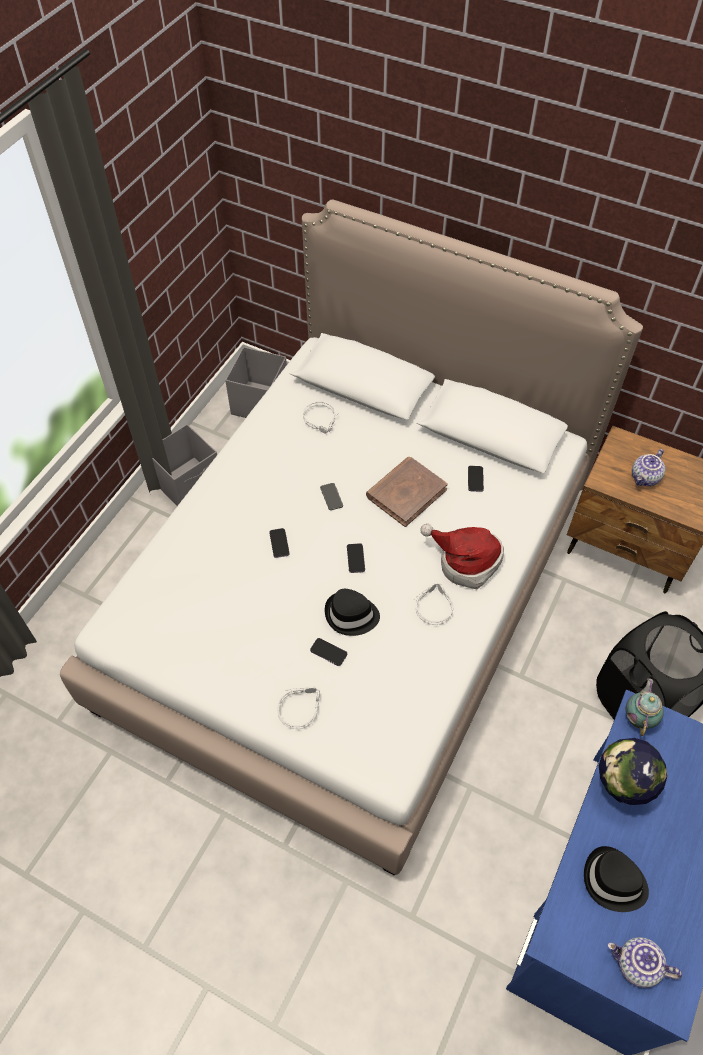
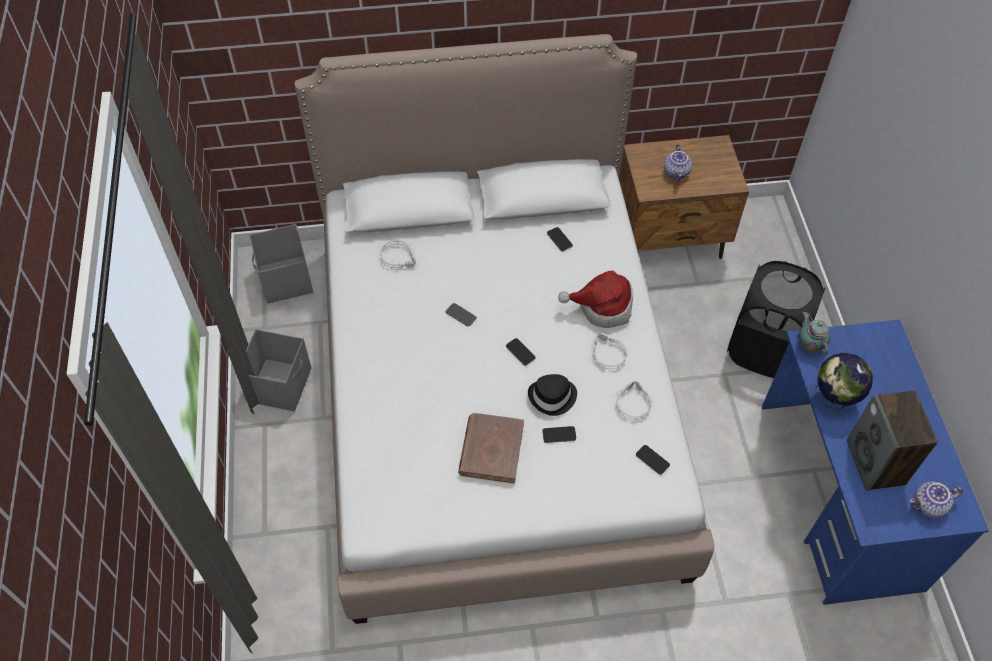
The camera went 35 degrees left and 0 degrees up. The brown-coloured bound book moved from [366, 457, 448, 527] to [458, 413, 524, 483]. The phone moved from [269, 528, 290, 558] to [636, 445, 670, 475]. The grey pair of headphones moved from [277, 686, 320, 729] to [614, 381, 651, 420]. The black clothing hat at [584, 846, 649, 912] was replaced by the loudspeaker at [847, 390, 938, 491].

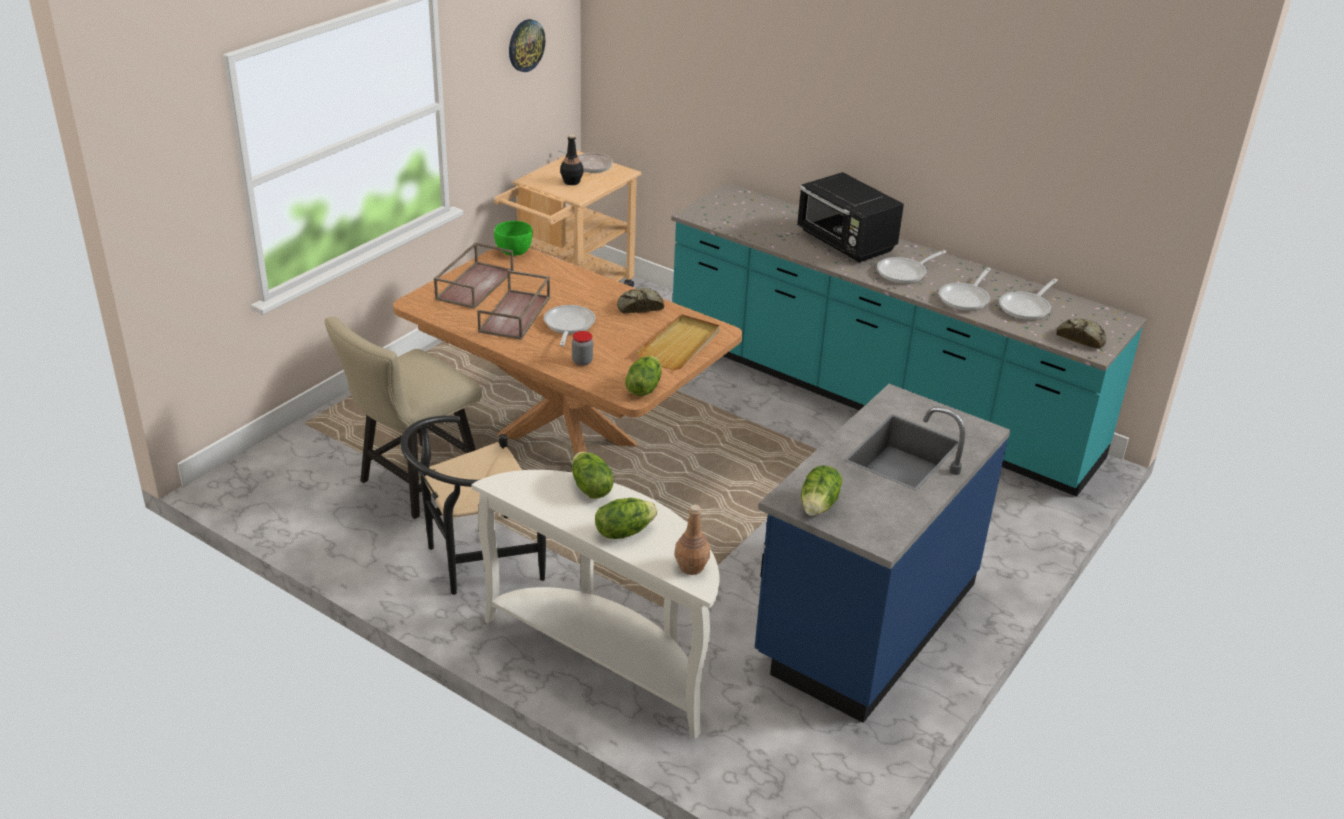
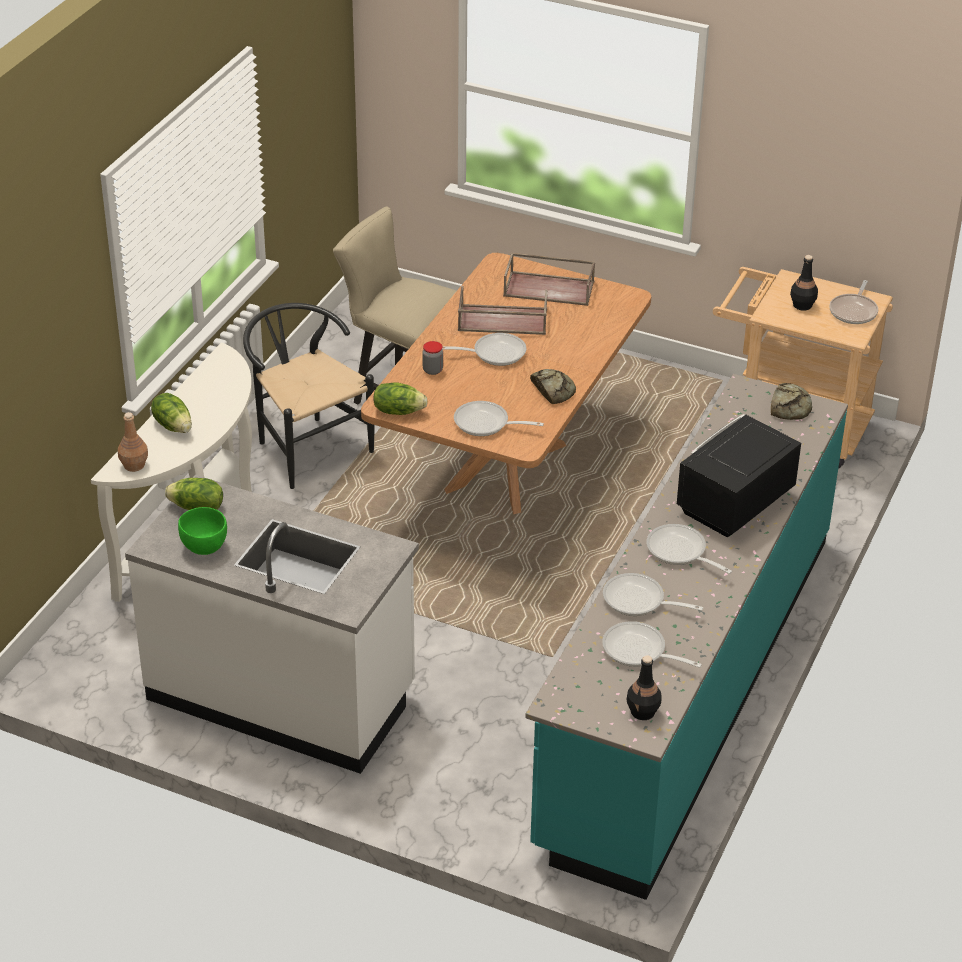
The camera went 80 degrees right and 5 degrees up. The clock on the wall at [509, 19, 545, 72] disappeared. The greenish serving bowl moved from [494, 221, 533, 256] to [178, 507, 227, 555]. The sand-coloured tray at [637, 314, 720, 370] was replaced by the pan at [454, 401, 544, 436]. The baked bread moved from [1056, 319, 1106, 349] to [771, 383, 812, 420]. The blue-coloured kitchen counter at [755, 384, 1010, 723] became the whitish kitchen counter at [125, 475, 419, 774]. The lettuce at [572, 452, 613, 499] disappeared. The black beverage bottle at [626, 655, 662, 720] appeared.

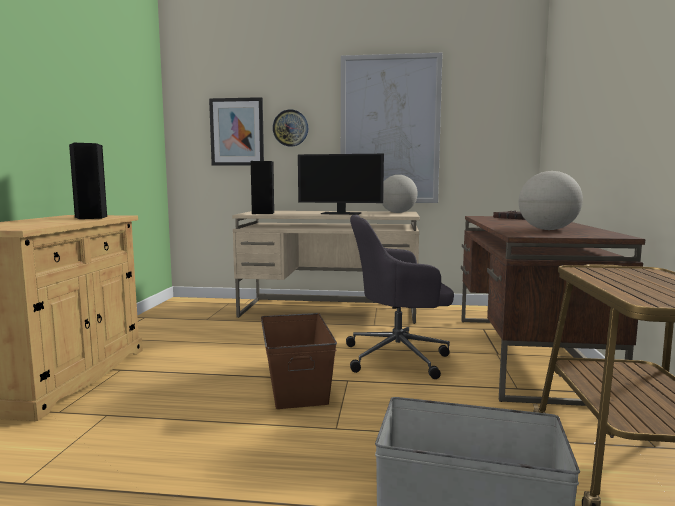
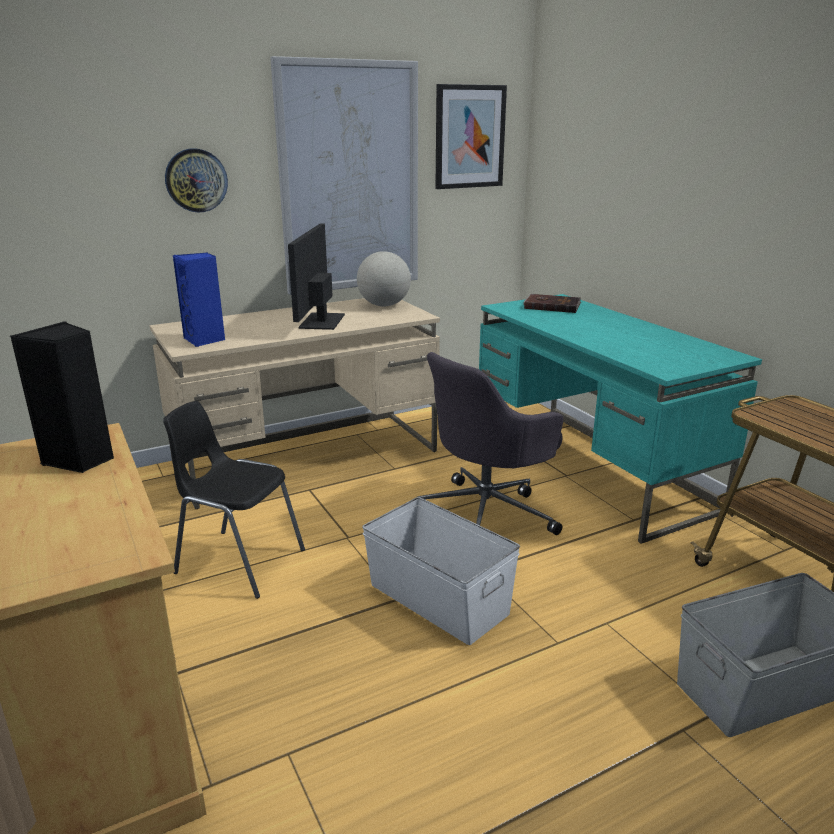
The camera went 35 degrees left and 15 degrees up. The wall art moved from [209, 97, 264, 166] to [435, 84, 507, 189]. The computer display at [298, 154, 384, 215] turned 120 degrees clockwise. The black loudspeaker at [251, 161, 274, 214] became the blue-coloured loudspeaker at [173, 253, 225, 347]. The desk globe at [519, 171, 583, 230] disappeared. The brown-coloured desk unit at [461, 216, 645, 406] became the turquoise desk unit at [479, 294, 762, 544]. The brown-coloured storage container at [261, 313, 337, 409] became the whitish storage container at [362, 497, 520, 645]. The black chair at [163, 401, 305, 599] appeared.

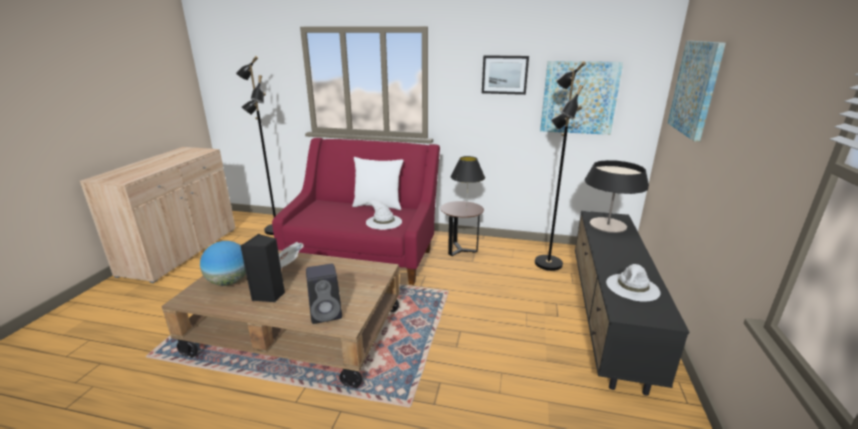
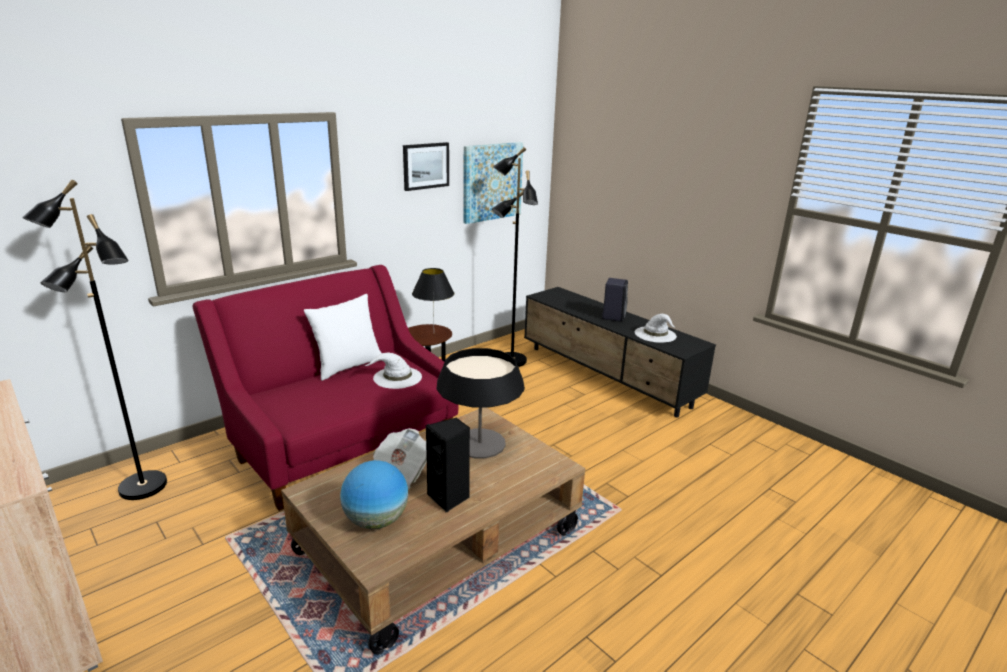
The camera went 55 degrees left and 0 degrees up. The wall art at [668, 41, 726, 142] disappeared. The tabletop lamp moved from [584, 160, 649, 233] to [437, 348, 525, 458]. The black loudspeaker moved from [306, 264, 342, 324] to [602, 278, 628, 322].

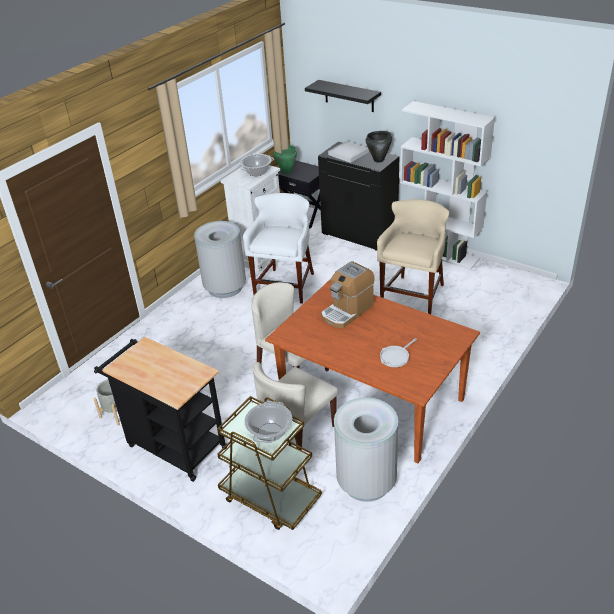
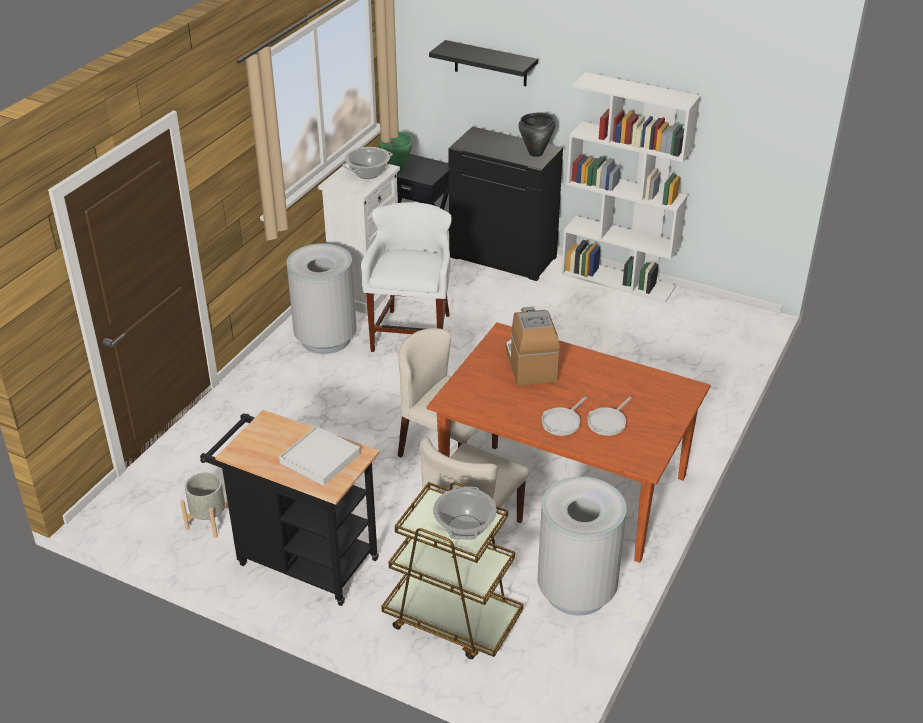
The camera went 10 degrees left and 0 degrees up. The whitish tray moved from [328, 141, 369, 163] to [279, 426, 360, 486]. The sand-coloured stool seat at [377, 199, 449, 314] disappeared. The coffee maker at [321, 261, 375, 328] turned 135 degrees clockwise. The pan at [542, 396, 587, 436] appeared.

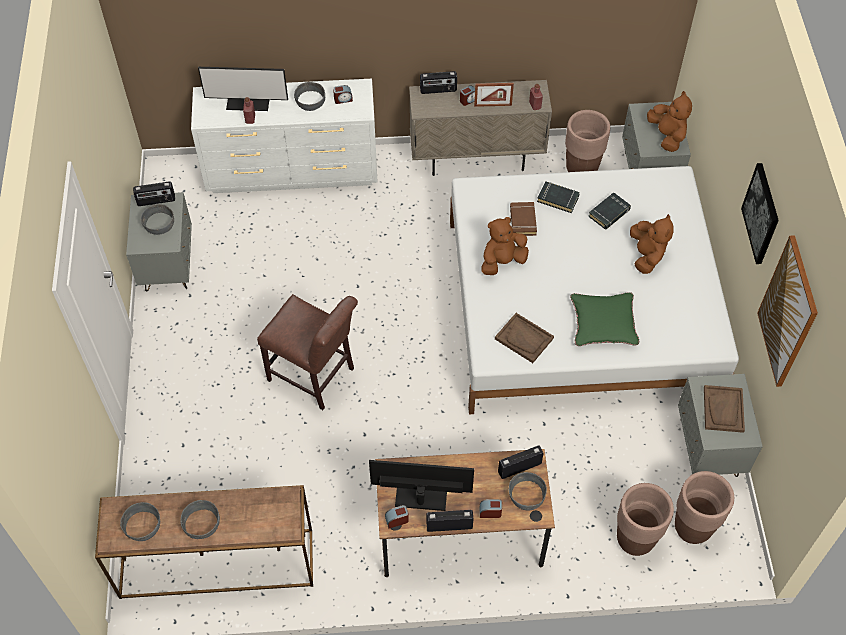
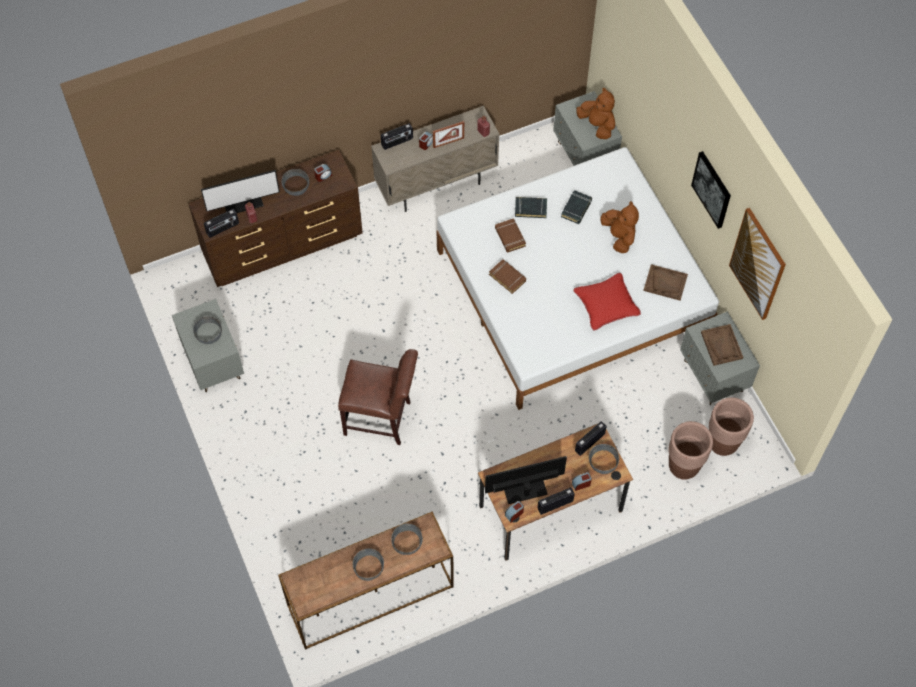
The camera went 20 degrees left and 5 degrees up. The whitish chest of drawers at [191, 79, 378, 193] became the brown-coloured chest of drawers at [188, 150, 363, 287]. The brown-coloured planter at [565, 110, 610, 172] disappeared. The radio set moved from [133, 181, 175, 206] to [204, 209, 239, 238]. The brown-coloured plush toy at [481, 217, 529, 275] was replaced by the brown-coloured bound book at [489, 259, 526, 294]. The greenish throw pillow at [570, 292, 639, 346] became the red-coloured throw pillow at [574, 273, 641, 330]. The brown-coloured tray moved from [495, 313, 554, 363] to [643, 264, 688, 301]. The grey serving bowl moved from [120, 502, 160, 541] to [391, 523, 423, 555].

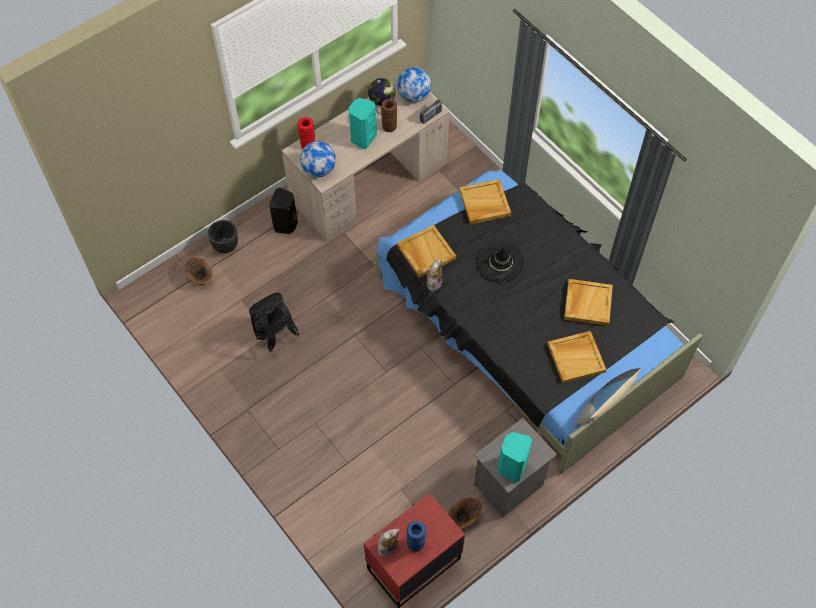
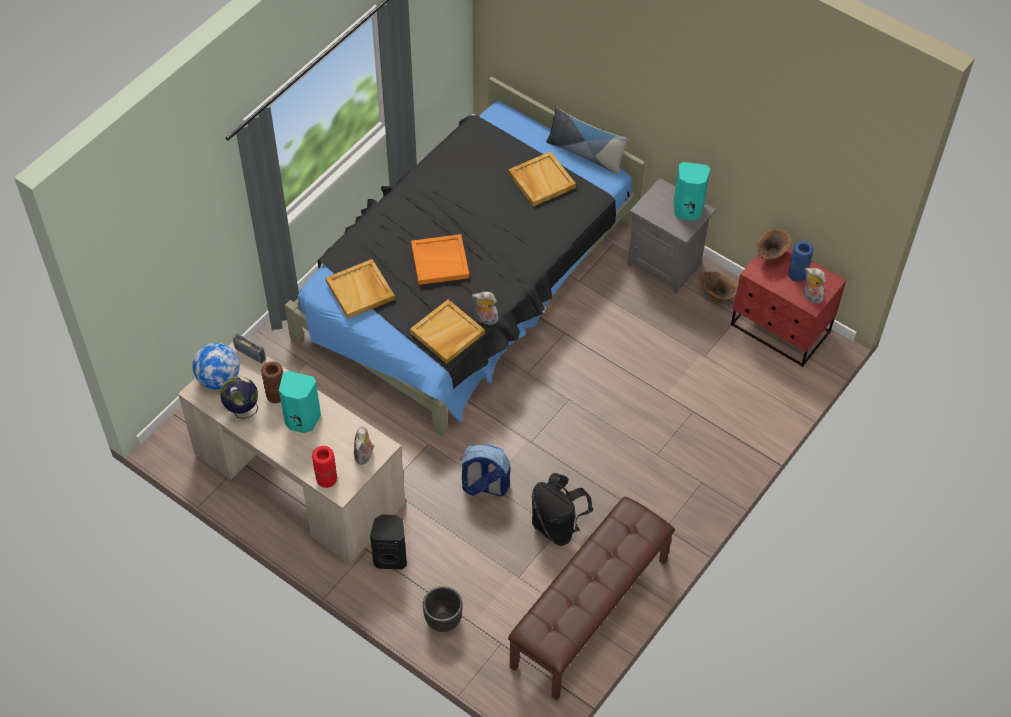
The camera went 105 degrees left and 5 degrees down. The desk globe at [300, 141, 336, 177] was replaced by the plush toy at [354, 426, 374, 465]. The black clothing hat at [478, 242, 524, 281] was replaced by the orange-coloured tray at [411, 234, 469, 285]. The brown-coloured flower vase moved from [184, 257, 213, 285] to [756, 229, 791, 261]. The sand-coloured tray at [564, 279, 613, 326] disappeared. The knapsack at [459, 444, 510, 496] appeared. The brown-coloured bench at [508, 497, 675, 701] appeared.

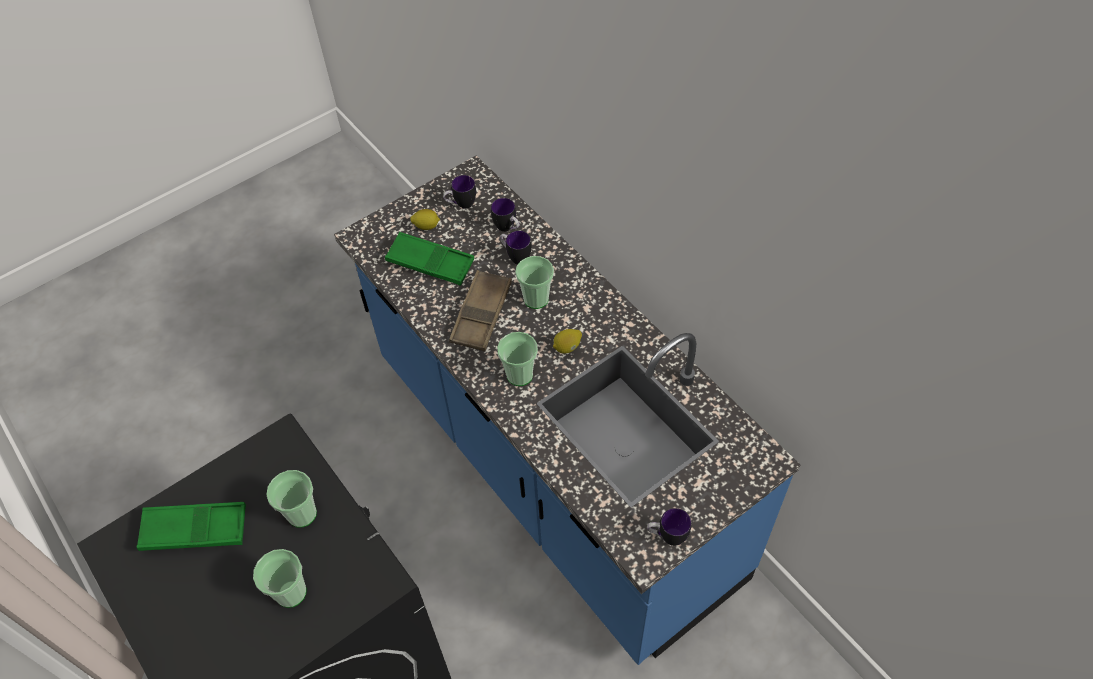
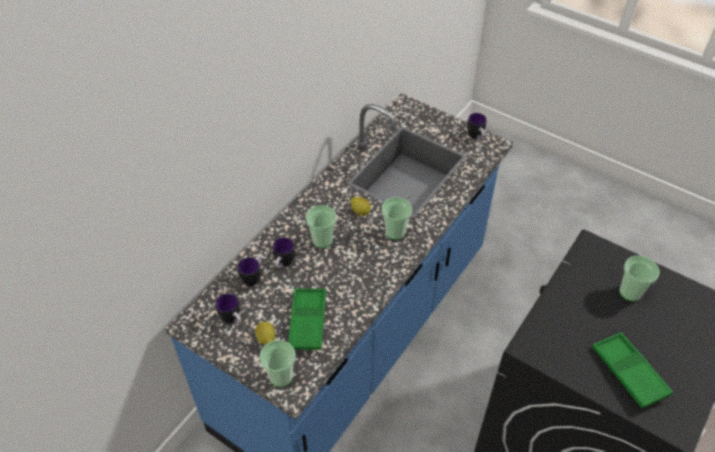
The camera went 110 degrees left and 5 degrees down. The brown-coloured tray at [449, 270, 512, 351] disappeared. The small cup moved from [266, 470, 317, 528] to [259, 340, 296, 387].

